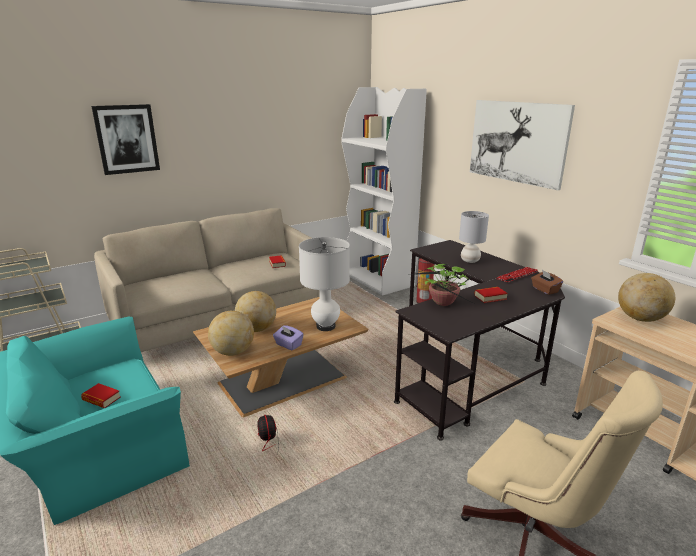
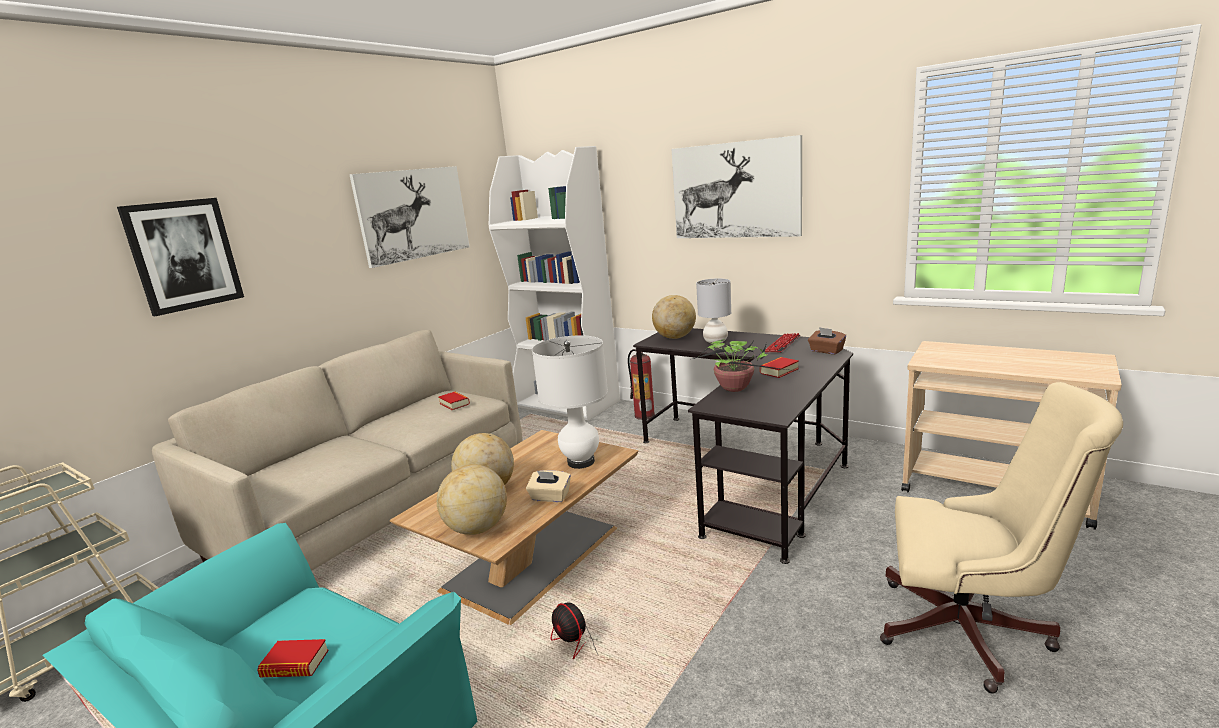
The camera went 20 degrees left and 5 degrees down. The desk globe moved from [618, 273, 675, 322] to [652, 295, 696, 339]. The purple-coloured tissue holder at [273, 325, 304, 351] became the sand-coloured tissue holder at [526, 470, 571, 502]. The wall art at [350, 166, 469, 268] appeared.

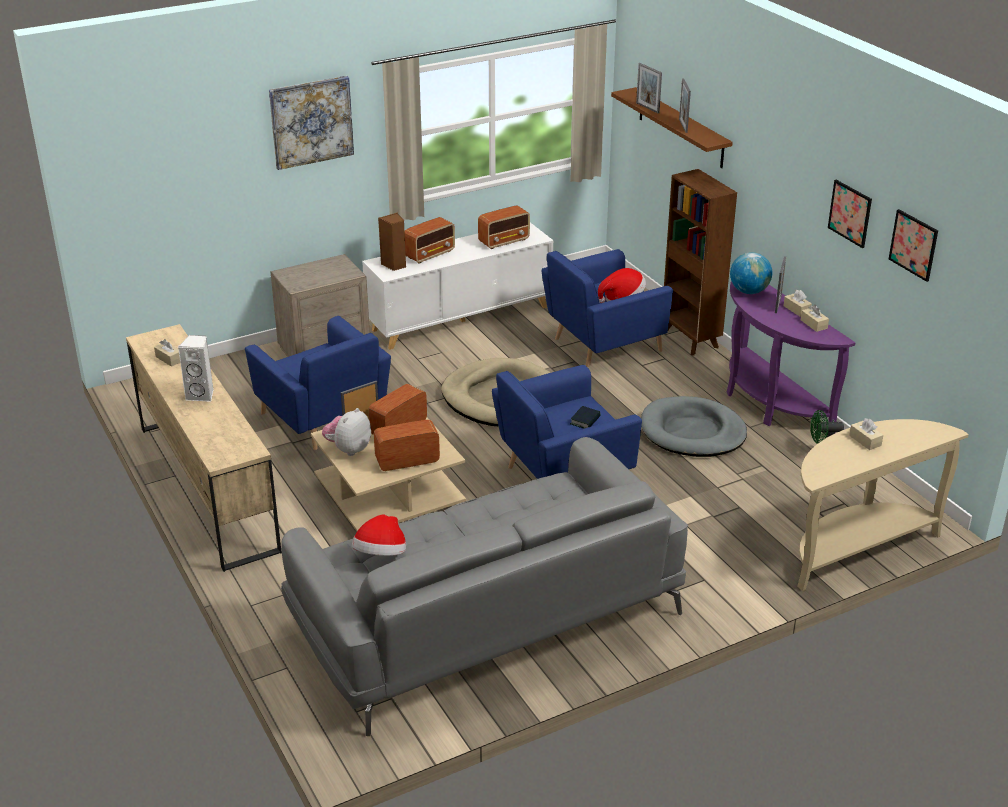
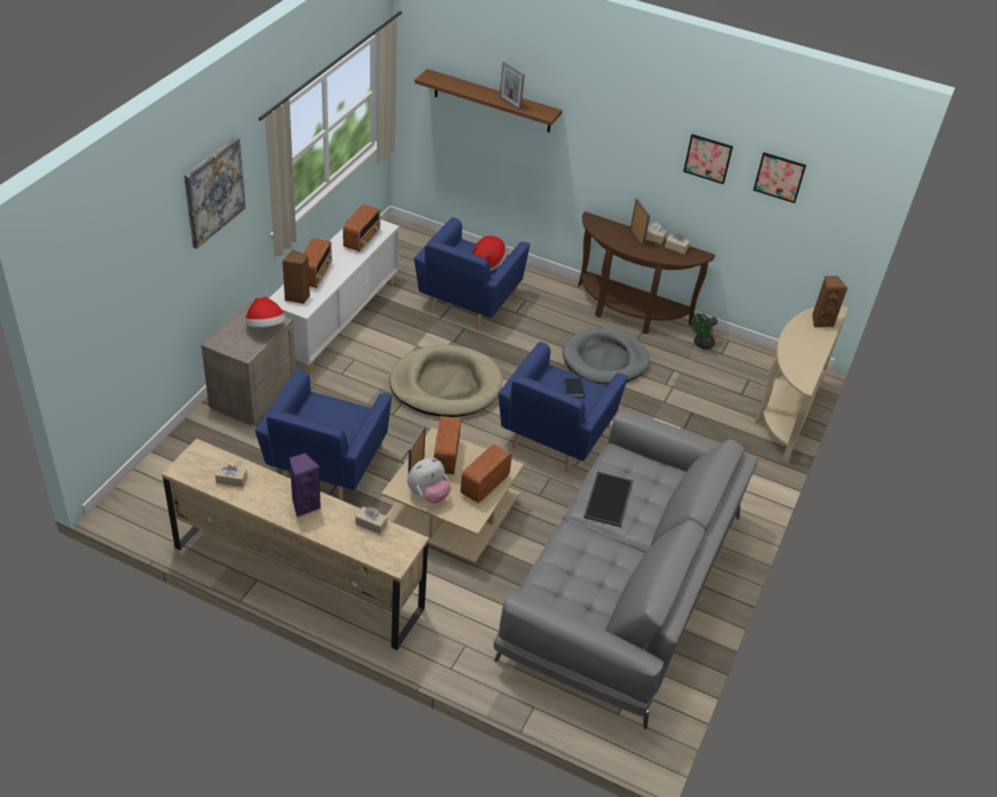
The camera went 40 degrees left and 10 degrees up. The photo frame at [636, 63, 662, 113] disappeared. The brown-coloured shelving unit at [664, 169, 737, 356] disappeared. The desk globe at [730, 252, 772, 294] disappeared. The purple-coloured console table at [726, 281, 855, 433] became the brown-coloured console table at [578, 212, 715, 334]. The blue-coloured lounge chair at [245, 316, 391, 450] turned 90 degrees clockwise. The whitish loudspeaker at [178, 335, 214, 402] became the purple-coloured loudspeaker at [290, 452, 321, 517]. The plush toy at [322, 408, 371, 456] turned 120 degrees counterclockwise. The sand-coloured tissue holder moved from [849, 418, 883, 450] to [355, 507, 387, 534]. The clothing hat moved from [352, 514, 406, 556] to [246, 297, 286, 328]. The brown-coloured loudspeaker at [812, 276, 848, 328] appeared. The tray at [584, 471, 633, 527] appeared.

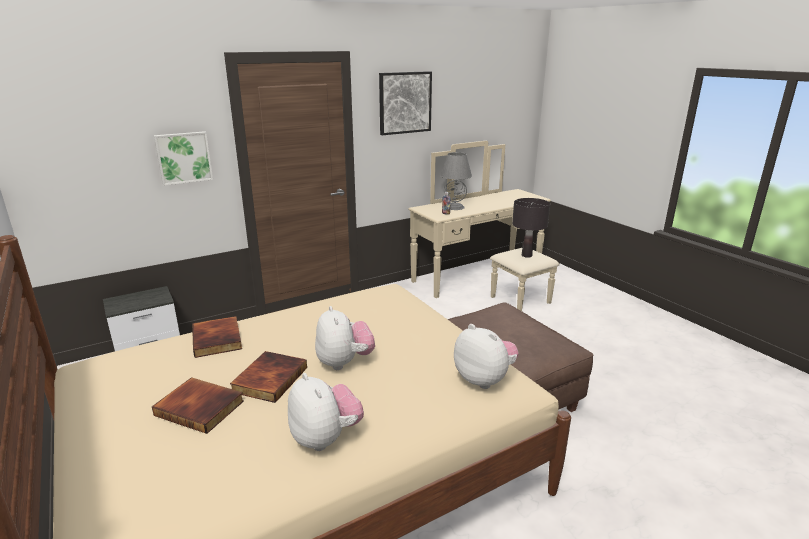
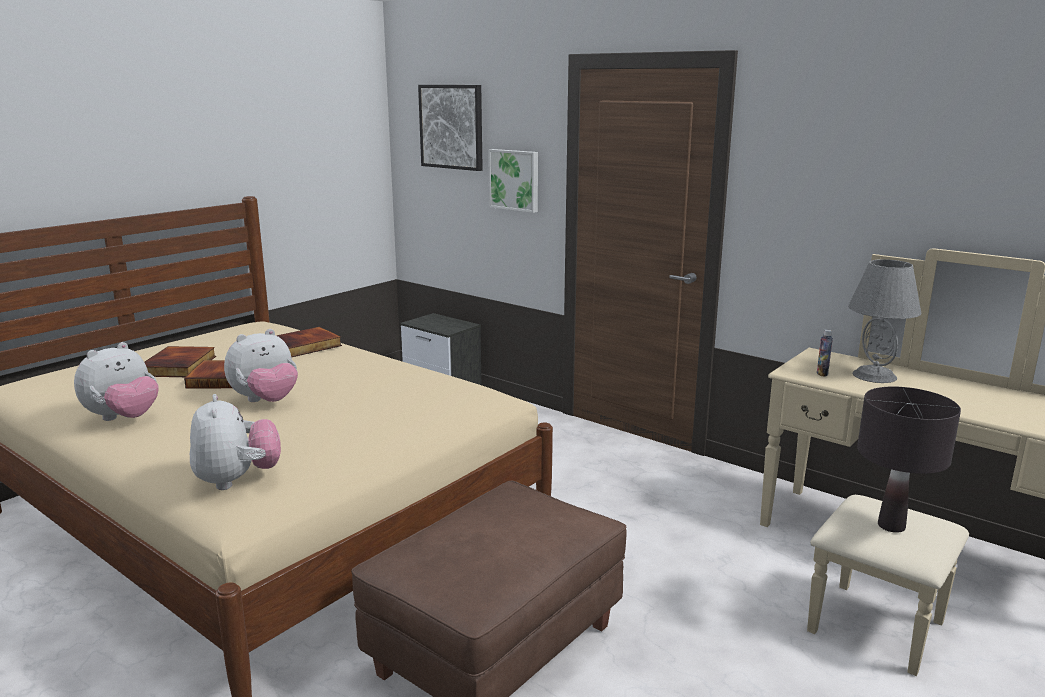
The camera went 70 degrees right and 5 degrees down. The wall art moved from [379, 71, 432, 135] to [418, 85, 483, 171]. The plush toy at [454, 324, 519, 389] turned 45 degrees counterclockwise.

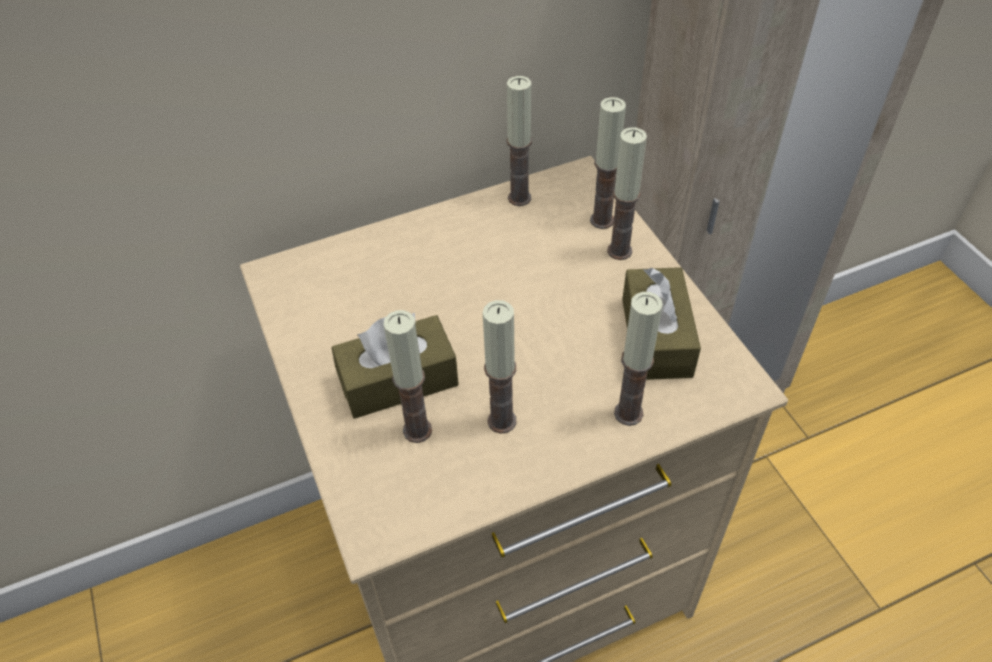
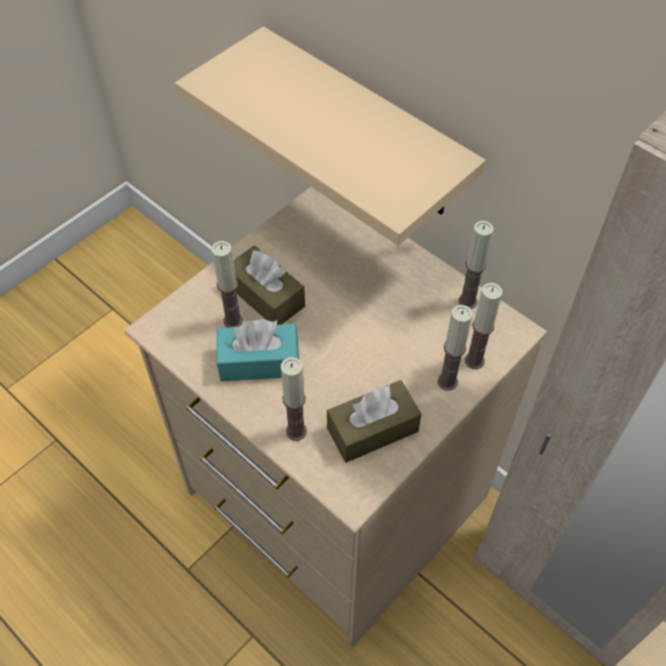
The camera went 65 degrees right and 5 degrees up. The candle at [483, 300, 516, 434] was replaced by the turquoise tissue holder at [217, 319, 299, 382]. The sand-coloured shelf at [175, 26, 486, 245] appeared.

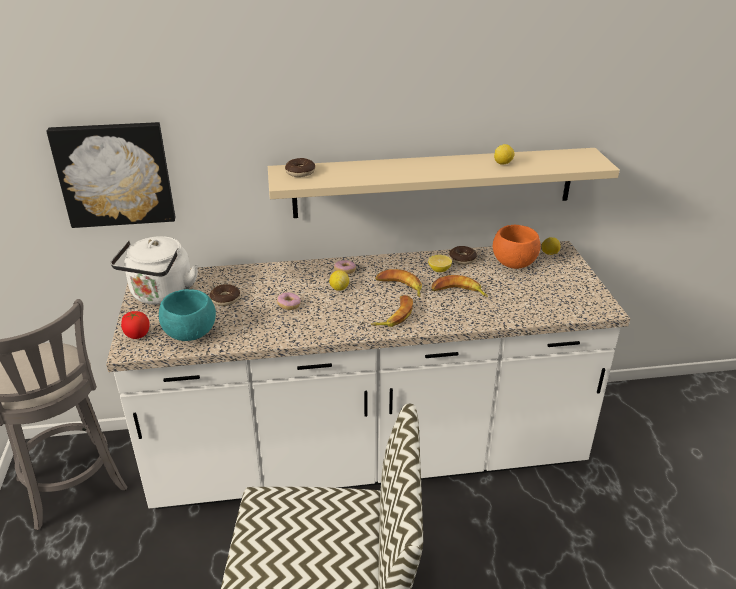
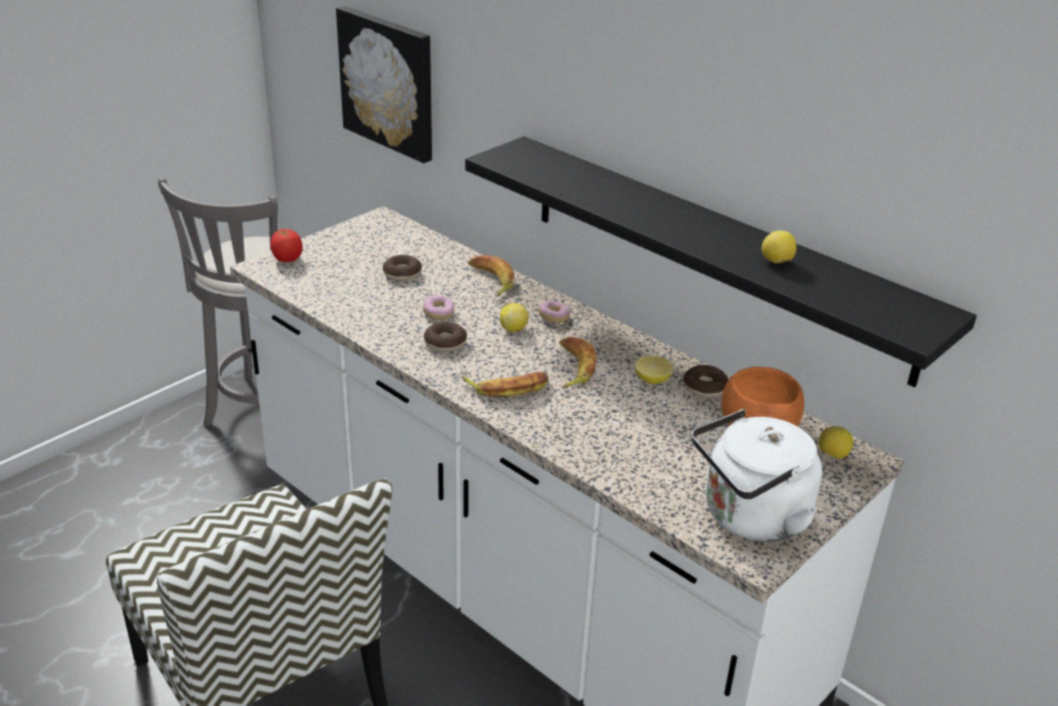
The camera went 50 degrees right and 0 degrees up. The sand-coloured shelf at [268, 148, 620, 218] became the black shelf at [465, 136, 977, 387]. The donut moved from [285, 158, 315, 177] to [424, 322, 467, 352]. The whitish water kettle moved from [110, 236, 198, 305] to [692, 409, 822, 542]. The whole banana moved from [431, 275, 488, 297] to [468, 255, 514, 297]. The turquoise serving bowl at [159, 289, 216, 341] disappeared.

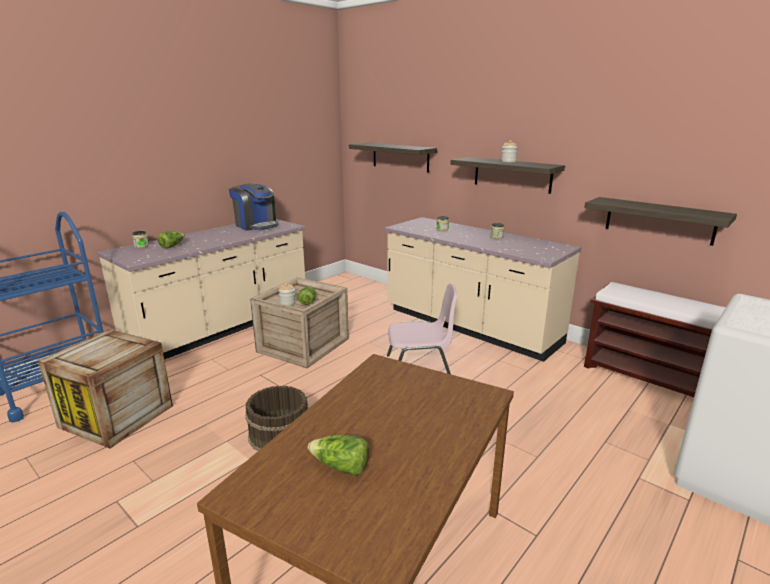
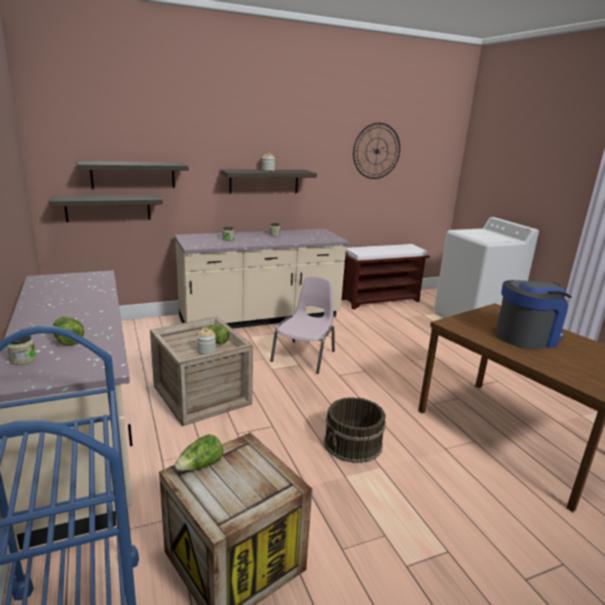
The camera went 65 degrees left and 0 degrees up. The coffee maker moved from [229, 183, 278, 230] to [496, 280, 572, 349]. The shelf moved from [584, 197, 737, 246] to [49, 195, 163, 222]. The lettuce moved from [308, 435, 369, 475] to [174, 434, 223, 471]. The clock on the wall at [353, 123, 400, 179] appeared.

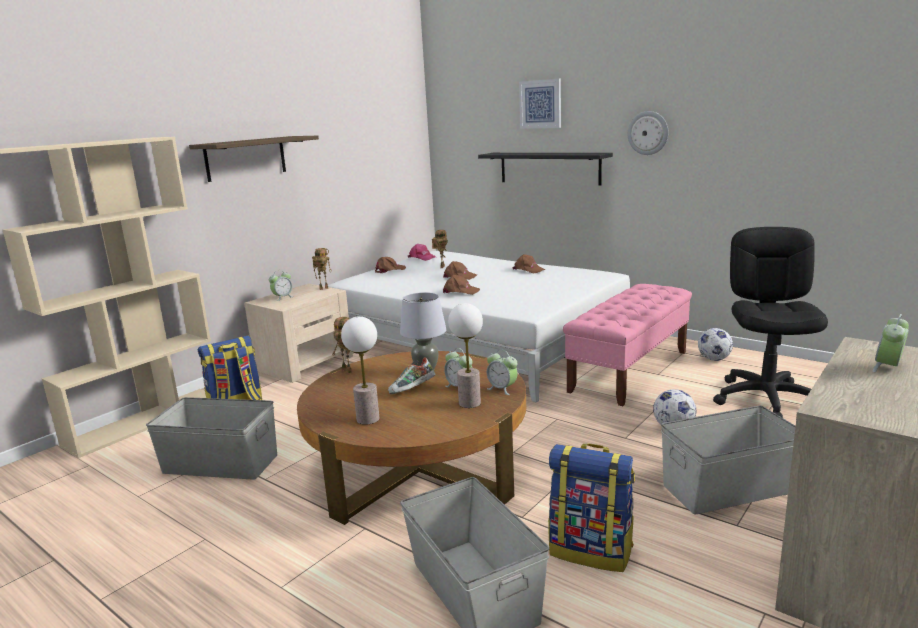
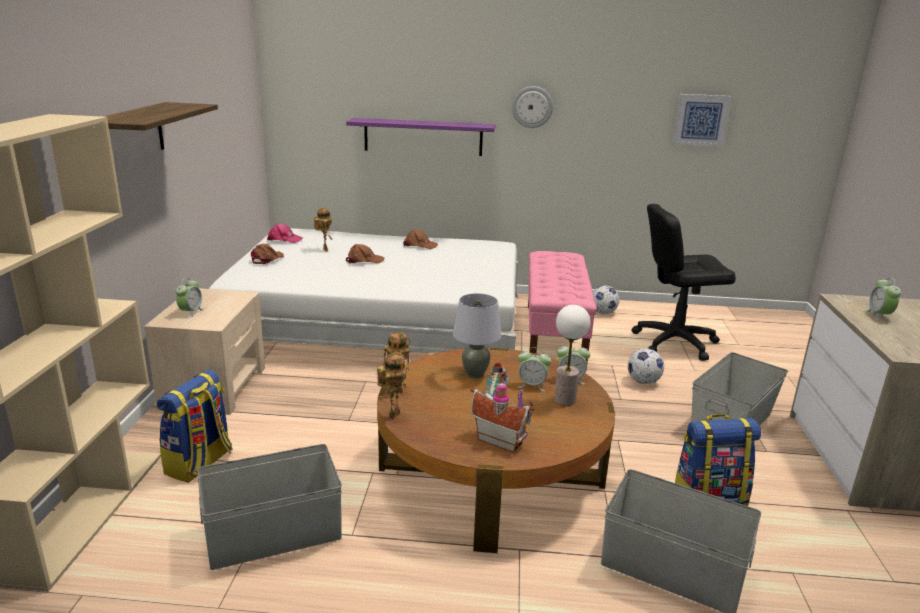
The camera went 35 degrees left and 5 degrees up. The wall art moved from [519, 79, 561, 129] to [673, 94, 731, 147]. The black shelf at [478, 153, 613, 185] became the purple-coloured shelf at [346, 118, 495, 156]. The black desk chair at [713, 227, 828, 418] turned 75 degrees counterclockwise. The robot figure moved from [312, 248, 332, 290] to [377, 352, 407, 420]. The brown-coloured cap at [443, 275, 480, 295] disappeared. The tabletop lamp at [341, 316, 379, 425] was replaced by the model house at [470, 379, 535, 452].

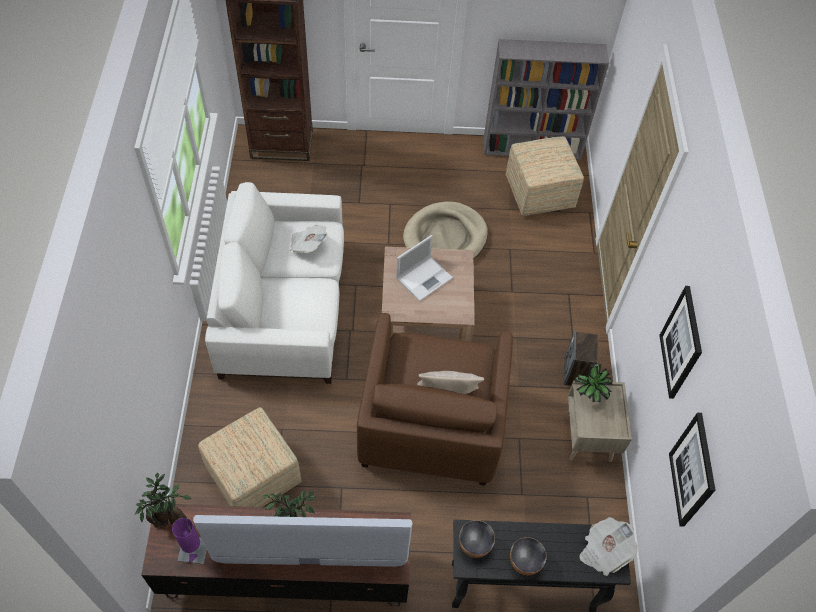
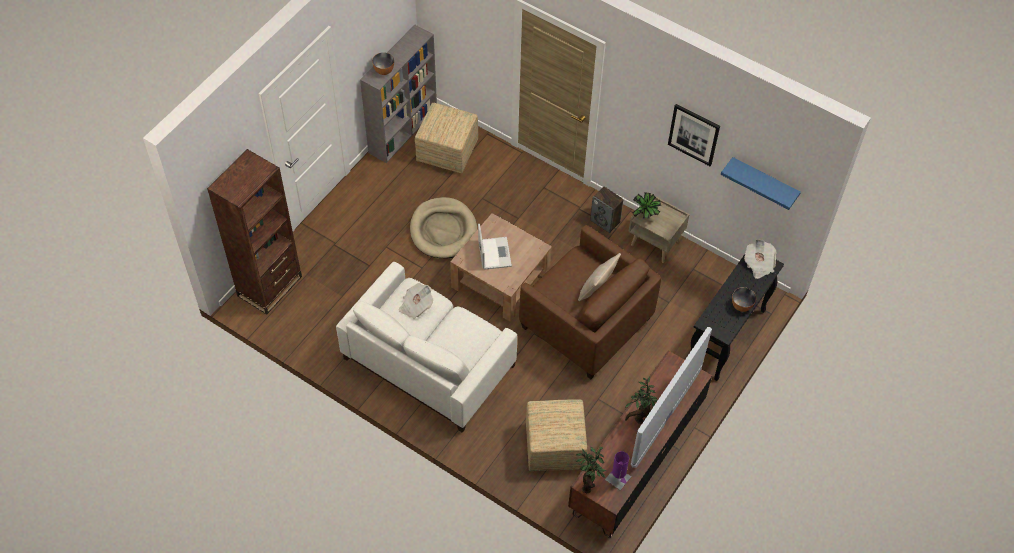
The camera went 55 degrees left and 0 degrees up. The wall art at [669, 413, 715, 527] was replaced by the blue-coloured shelf at [721, 157, 801, 210]. The serving bowl moved from [459, 520, 495, 558] to [372, 52, 394, 75].

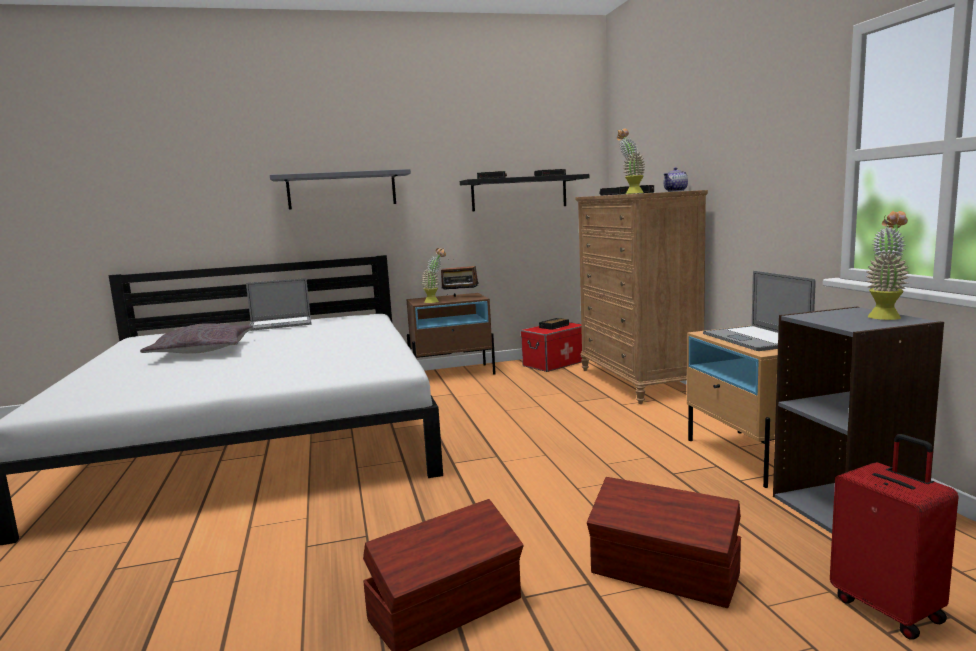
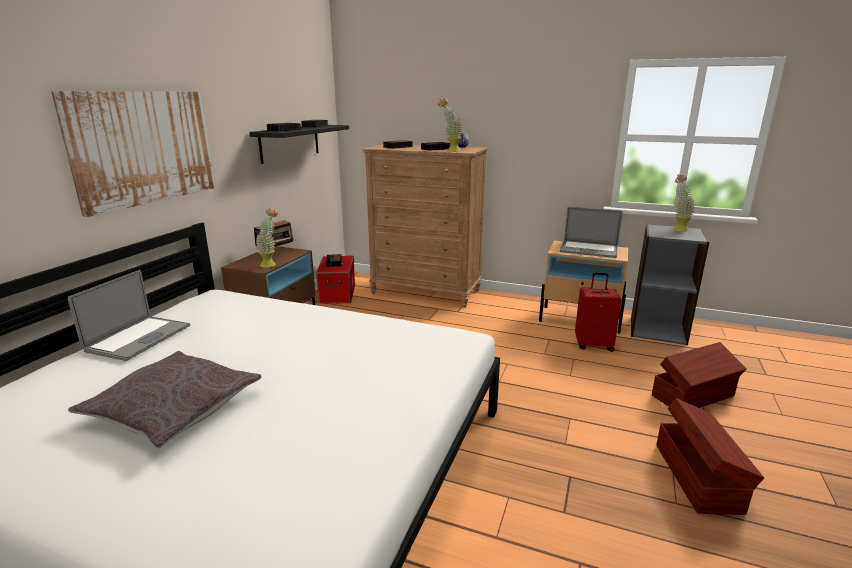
The camera went 55 degrees left and 10 degrees up. The grey shelf at [270, 169, 411, 210] was replaced by the wall art at [51, 91, 215, 217]. The red-coloured suitcase moved from [830, 434, 959, 640] to [575, 272, 621, 352].

